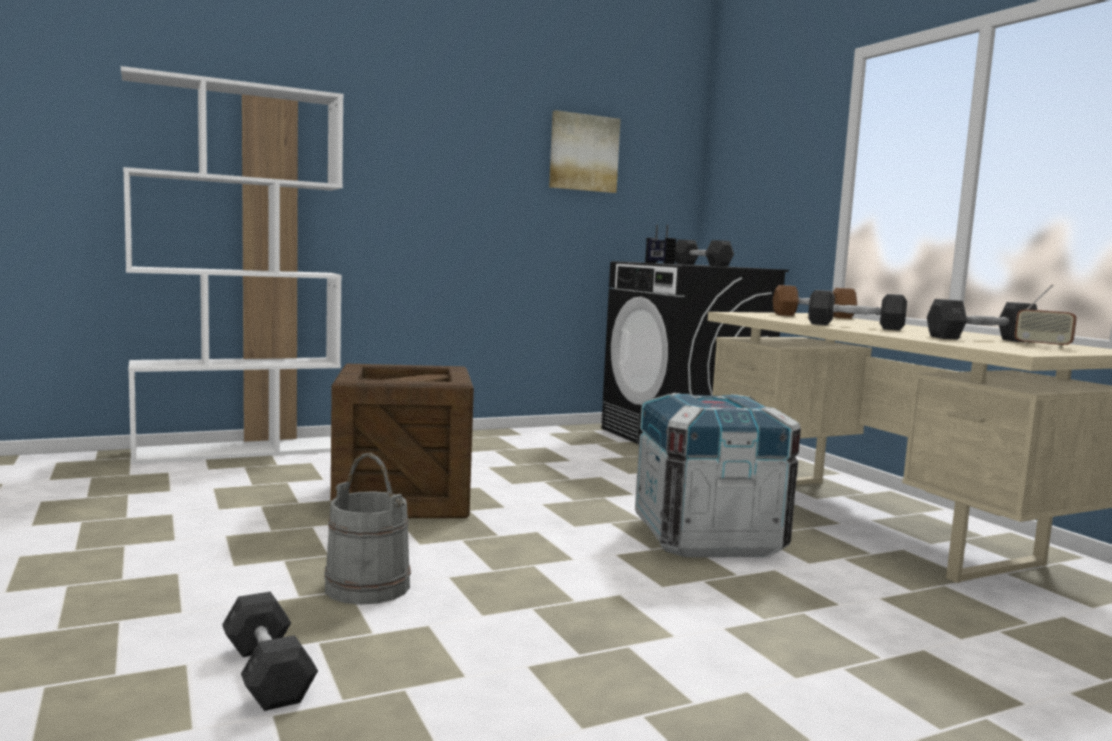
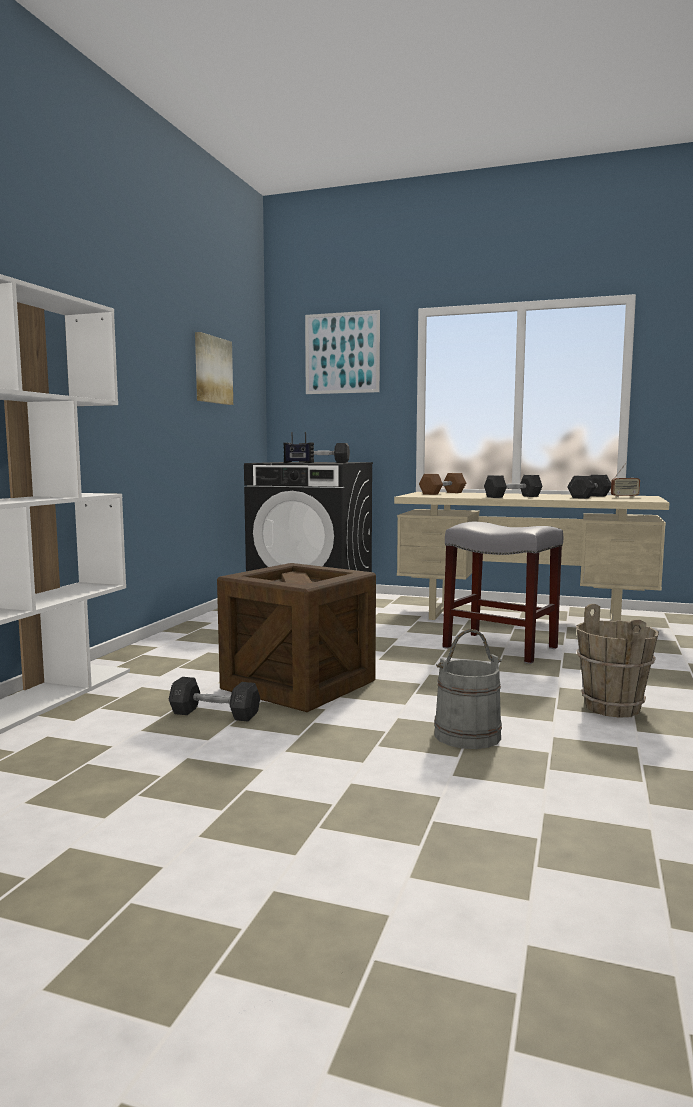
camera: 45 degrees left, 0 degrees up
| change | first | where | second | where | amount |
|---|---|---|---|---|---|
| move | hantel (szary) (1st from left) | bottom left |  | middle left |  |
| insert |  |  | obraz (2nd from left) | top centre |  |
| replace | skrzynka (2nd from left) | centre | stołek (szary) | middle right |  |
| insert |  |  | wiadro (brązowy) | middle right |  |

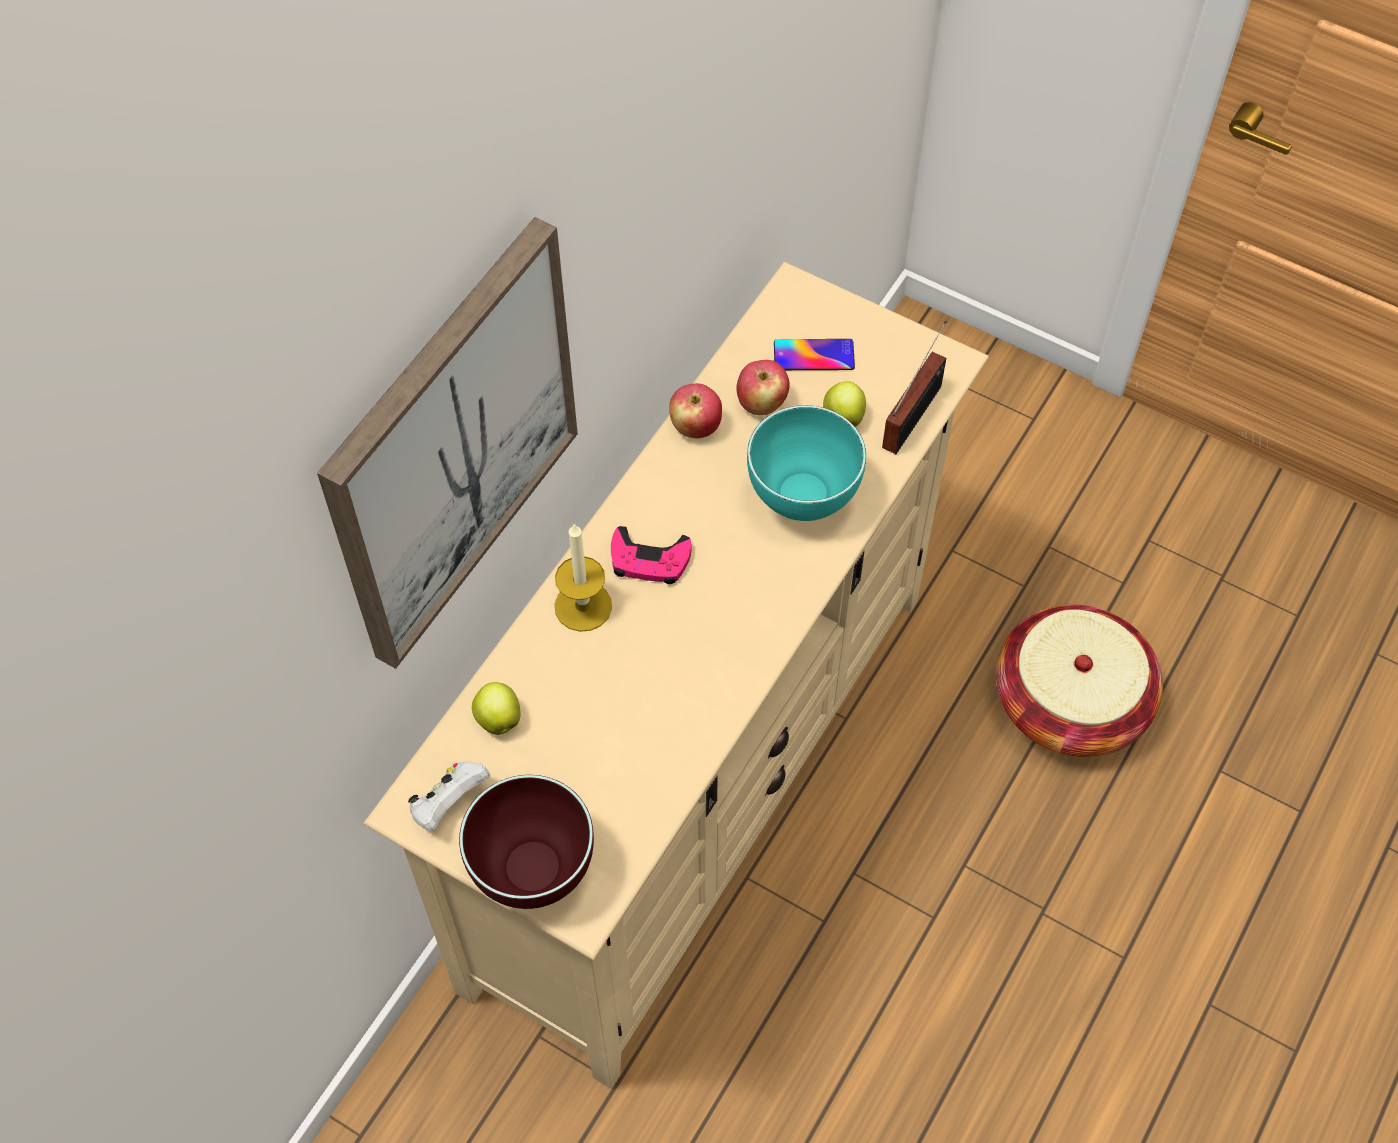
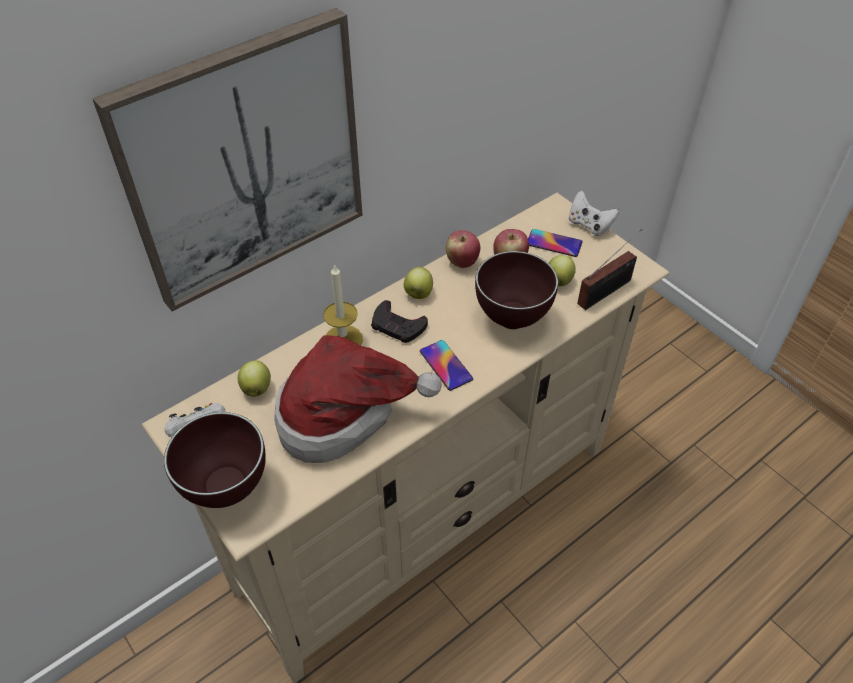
camera: 20 degrees right, 10 degrees down
| change | first | where | second | where | amount |
|---|---|---|---|---|---|
| insert |  |  | kapelusz | centre |  |
| recolor | pad do gier (różowy) | centre | pad do gier (czarny) | centre |  |
| insert |  |  | jabłko (2nd from left) | centre |  |
| insert |  |  | telefon (1st from left) | centre |  |
| recolor | miska (turkusowy) | centre | miska (brązowy) (2nd from left) | centre |  |
| insert |  |  | pad do gier (biały) (2nd from left) | top right |  |
| delete | koszyk | middle right |  |  |  |

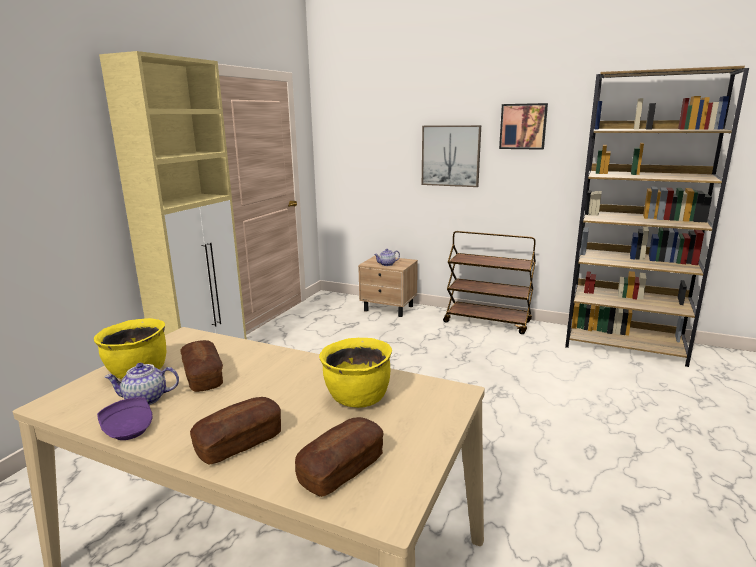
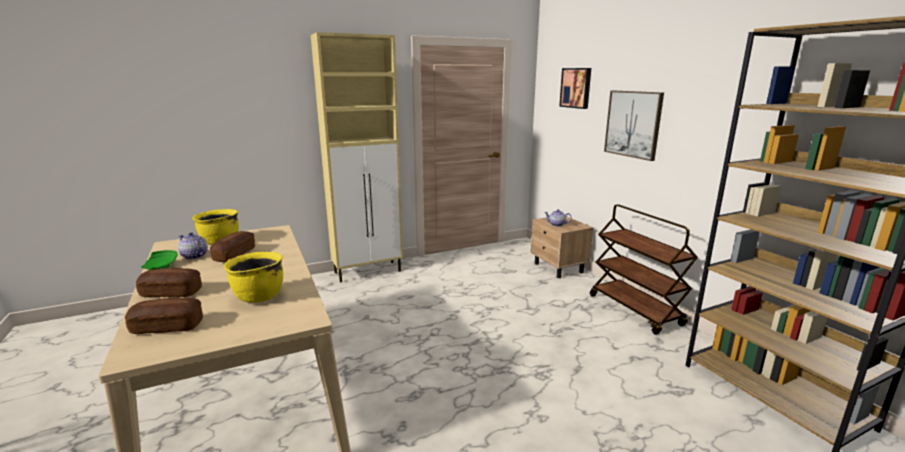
camera: 40 degrees right, 0 degrees up
| change | first | where | second | where | amount |
|---|---|---|---|---|---|
| recolor | talerz (fioletowy) | bottom left | talerz (zielony) | middle left |  |
| move | obraz (2nd from left in the first image) | top right | obraz (1st from left) | top centre |  |

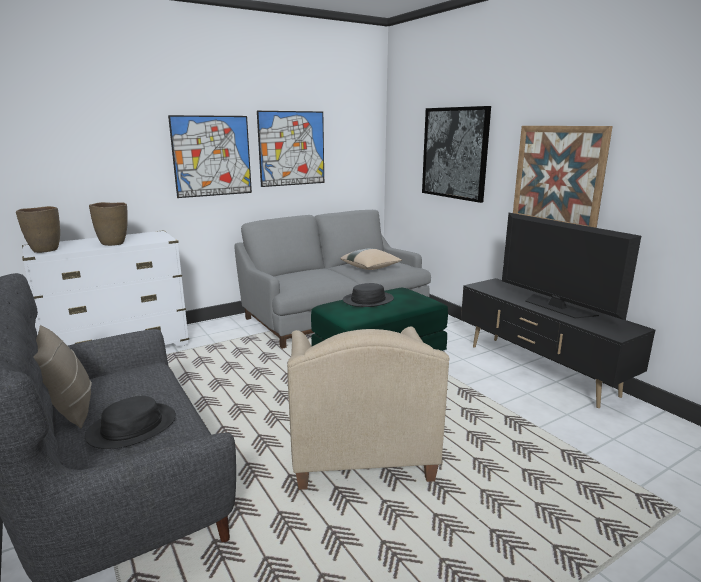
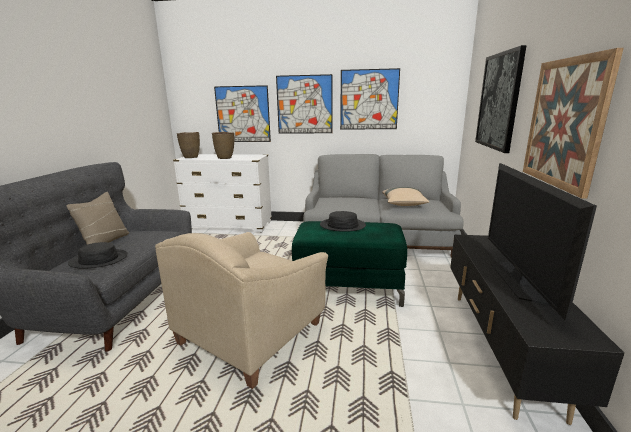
camera: 40 degrees right, 0 degrees up
| change | first | where | second | where | amount |
|---|---|---|---|---|---|
| insert |  |  | obraz (1st from left) | top centre |  |

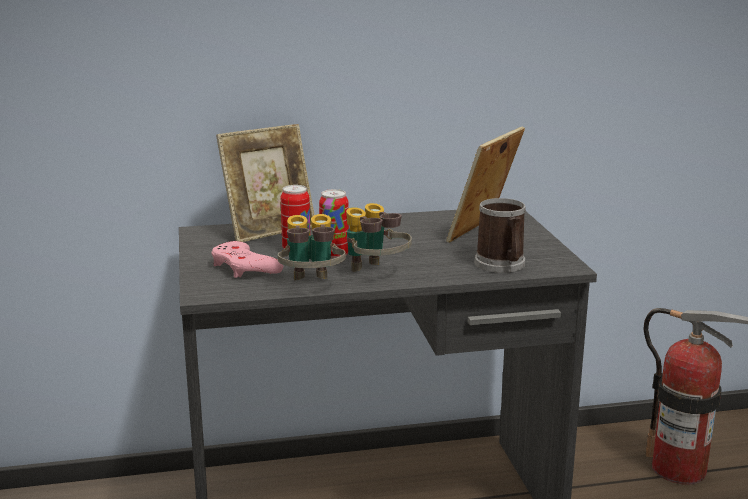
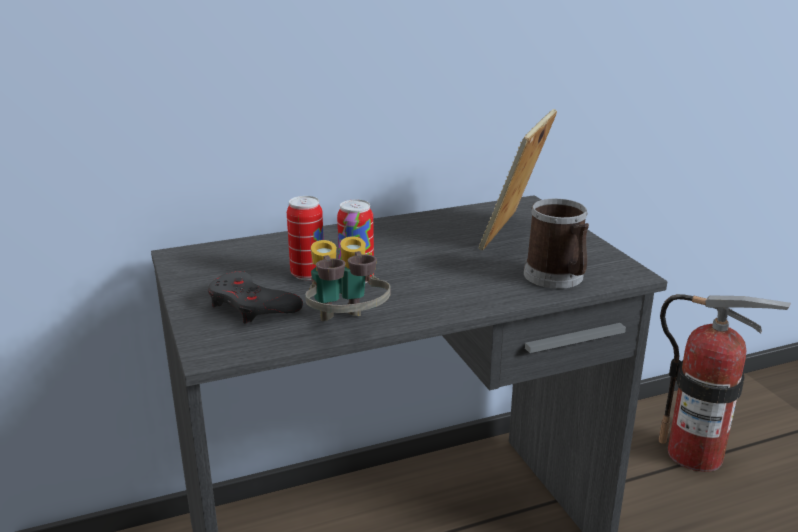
camera: 10 degrees left, 5 degrees up
| change | first | where | second | where | amount |
|---|---|---|---|---|---|
| recolor | pad do gier (różowy) | middle left | pad do gier (szary) | middle left |  |
| delete | ramka na zdjęcie (1st from left) | centre |  |  |  |
| delete | lornetka (2nd from left) | centre |  |  |  |

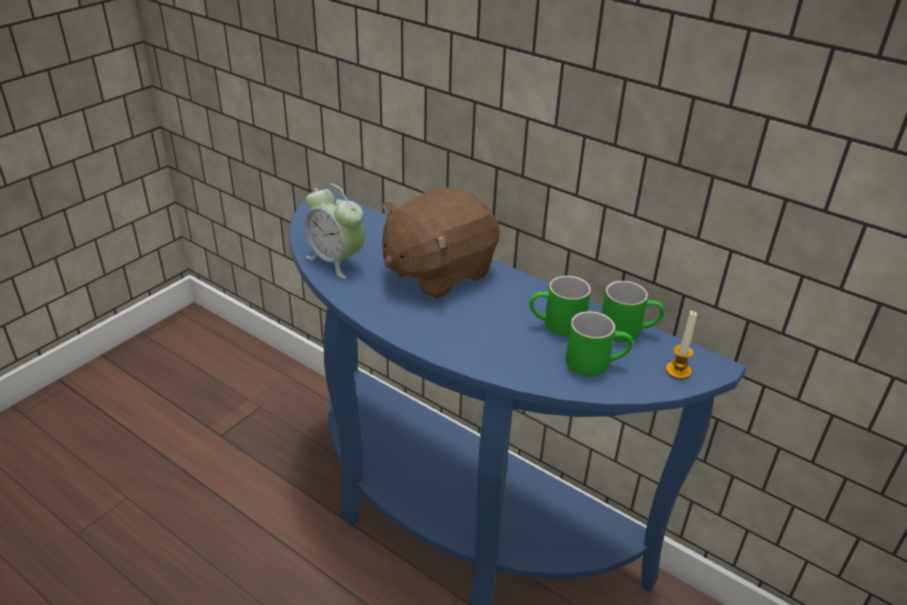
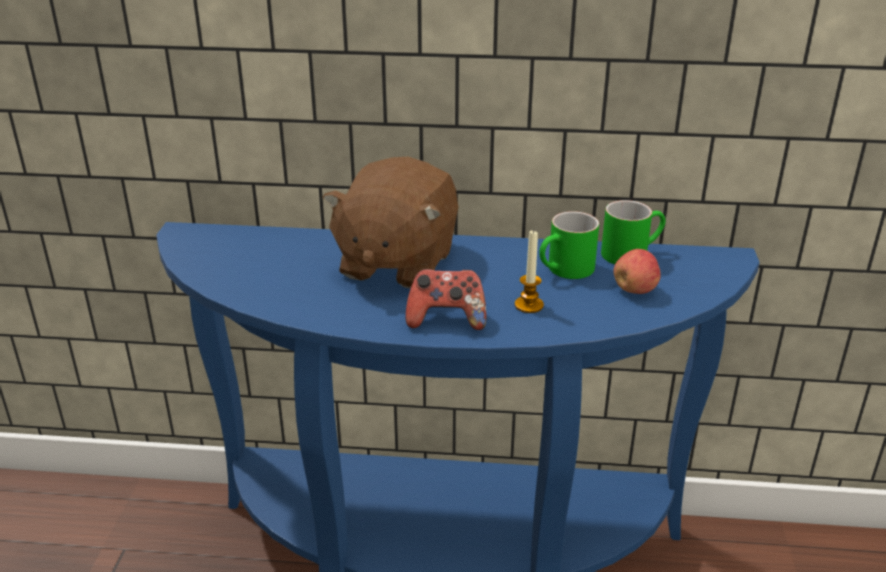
camera: 30 degrees left, 5 degrees down
| change | first | where | second | where | amount |
|---|---|---|---|---|---|
| insert |  |  | pad do gier | centre |  |
| move | świeca | middle right |  | centre |  |
| replace | kubek (zielony) (2nd from left) | centre | jabłko | middle right |  |
| delete | budzik | centre |  |  |  |

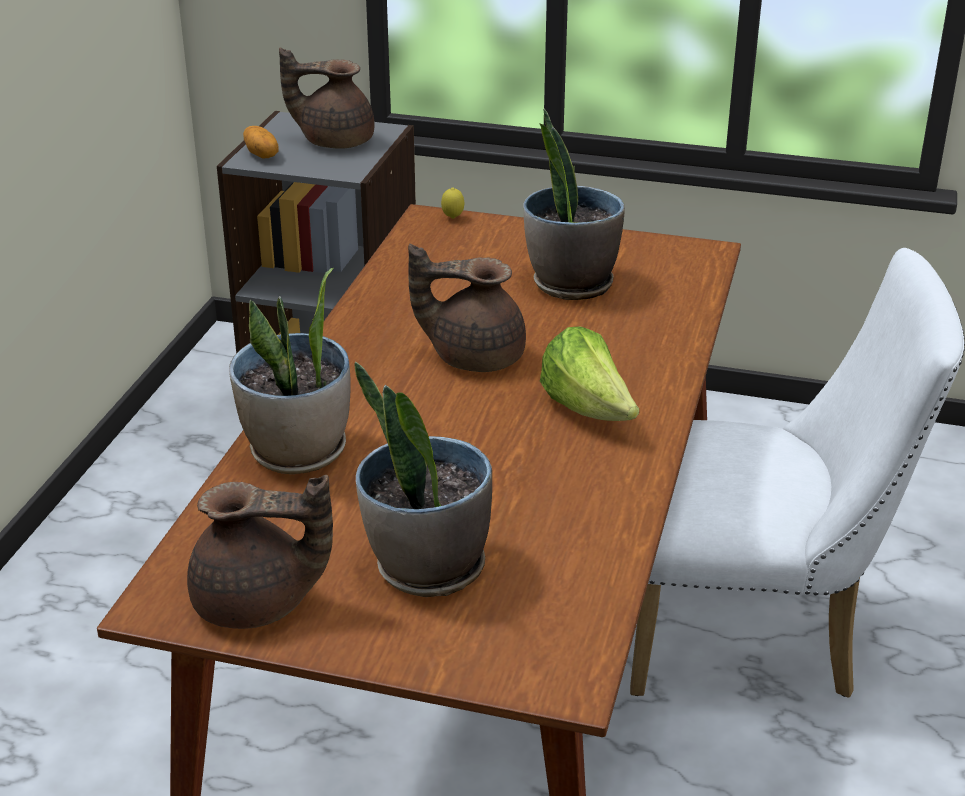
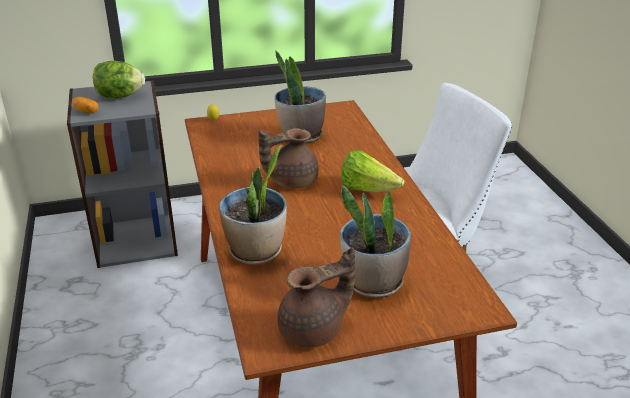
camera: 30 degrees left, 0 degrees up
| change | first | where | second | where | amount |
|---|---|---|---|---|---|
| replace | imbryk (brązowy) (2nd from left) | top centre | sałata (1st from left) | top left |  |

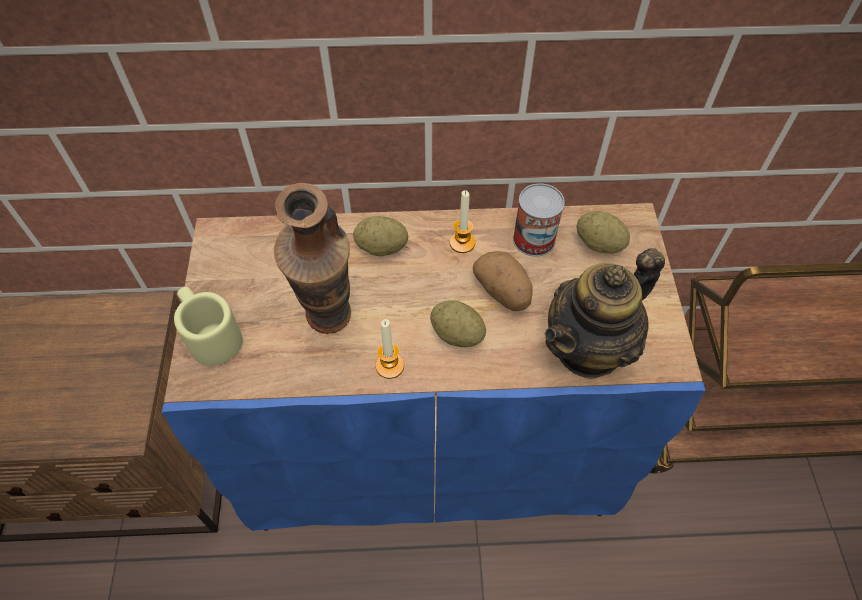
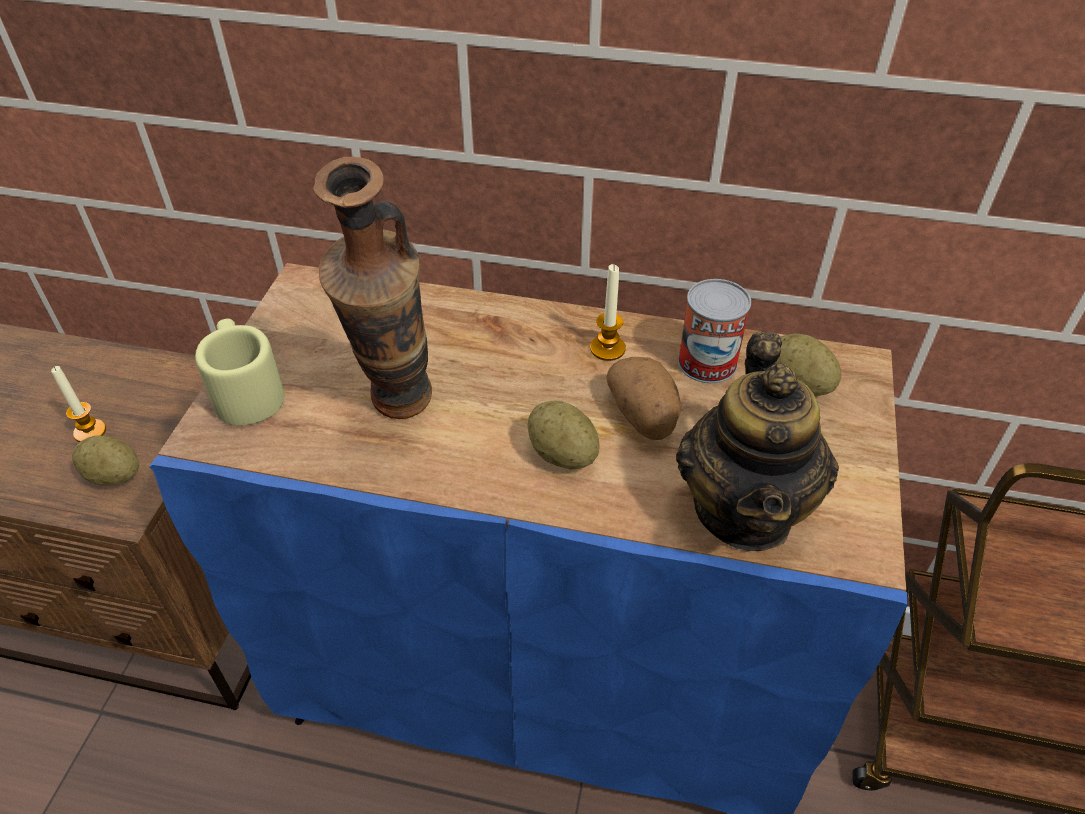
camera: 15 degrees right, 10 degrees down
| change | first | where | second | where | amount |
|---|---|---|---|---|---|
| move | świeca (1st from left) | centre |  | middle left |  |
| move | ziemniak (1st from left) | centre |  | middle left |  |
| rotate | imbryk | middle right |  | middle right | 60 degrees counterclockwise |

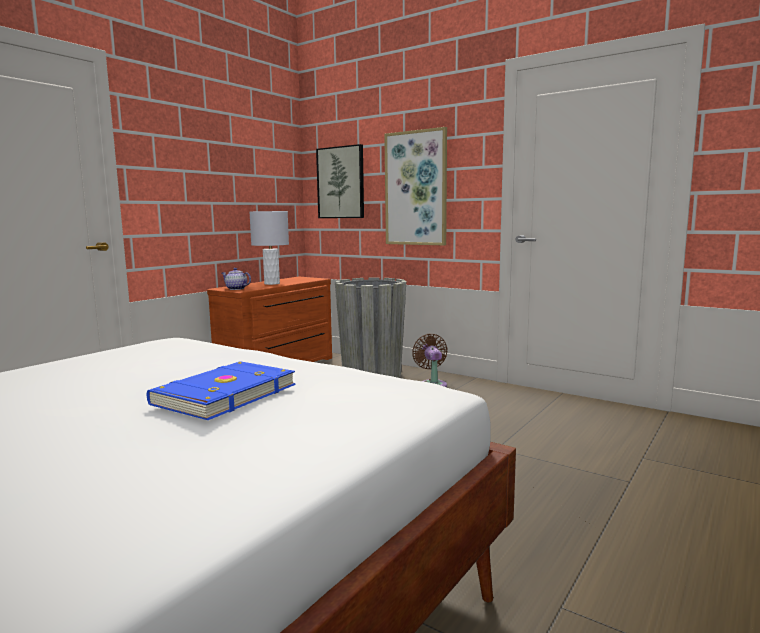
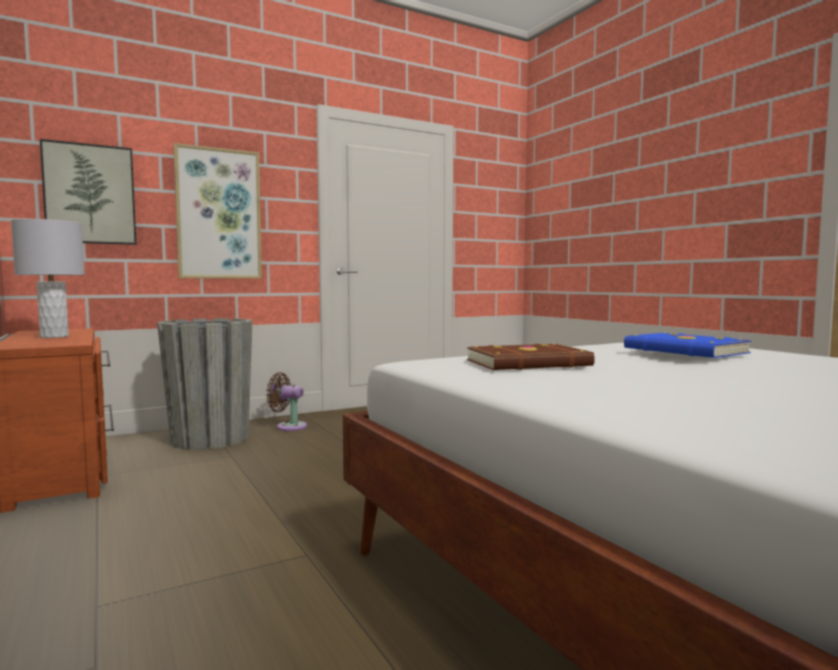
camera: 65 degrees left, 5 degrees down
| change | first | where | second | where | amount |
|---|---|---|---|---|---|
| insert |  |  | książka (brązowy) | centre |  |
| delete | imbryk | middle left |  |  |  |

